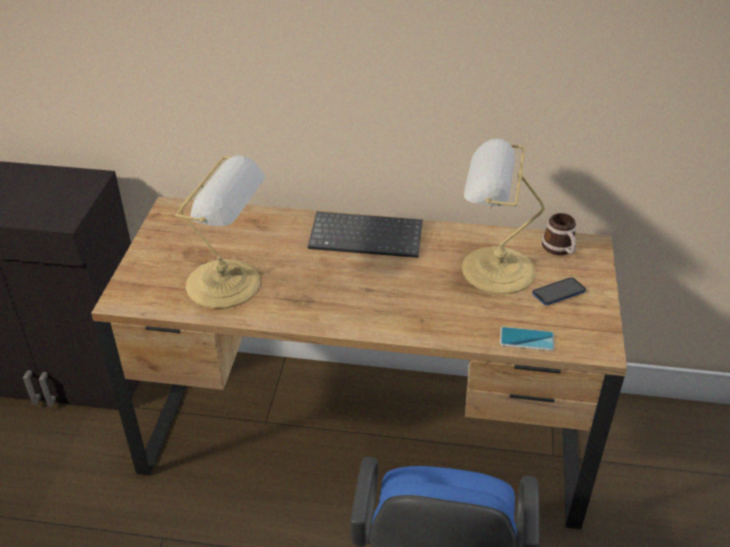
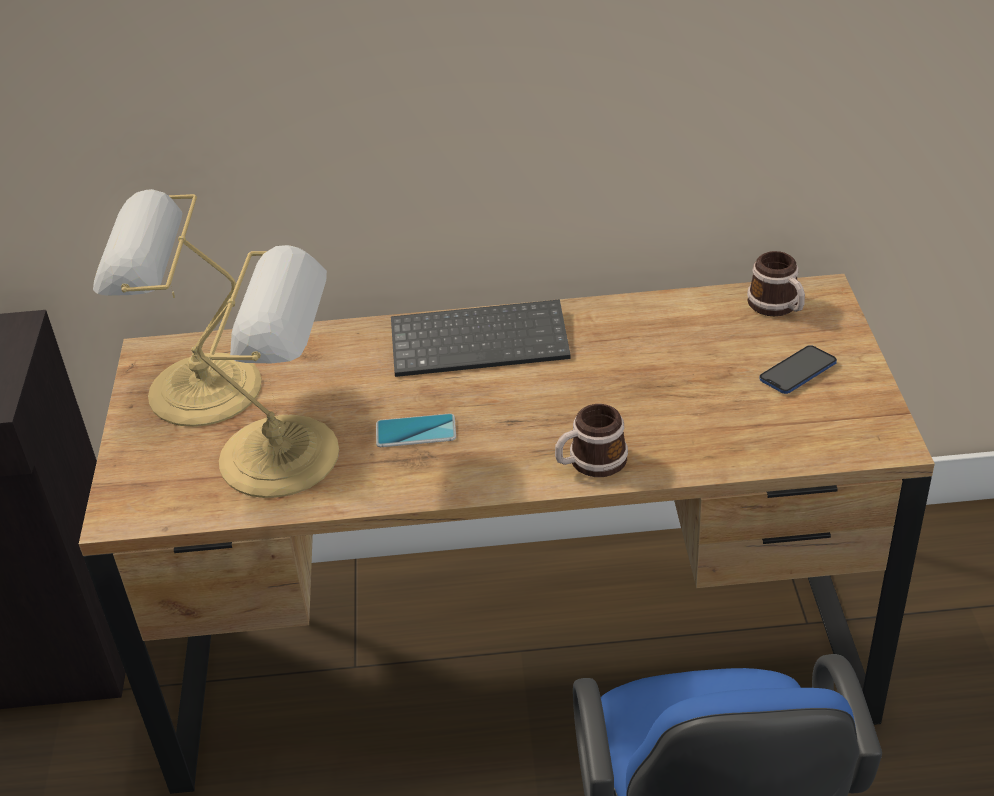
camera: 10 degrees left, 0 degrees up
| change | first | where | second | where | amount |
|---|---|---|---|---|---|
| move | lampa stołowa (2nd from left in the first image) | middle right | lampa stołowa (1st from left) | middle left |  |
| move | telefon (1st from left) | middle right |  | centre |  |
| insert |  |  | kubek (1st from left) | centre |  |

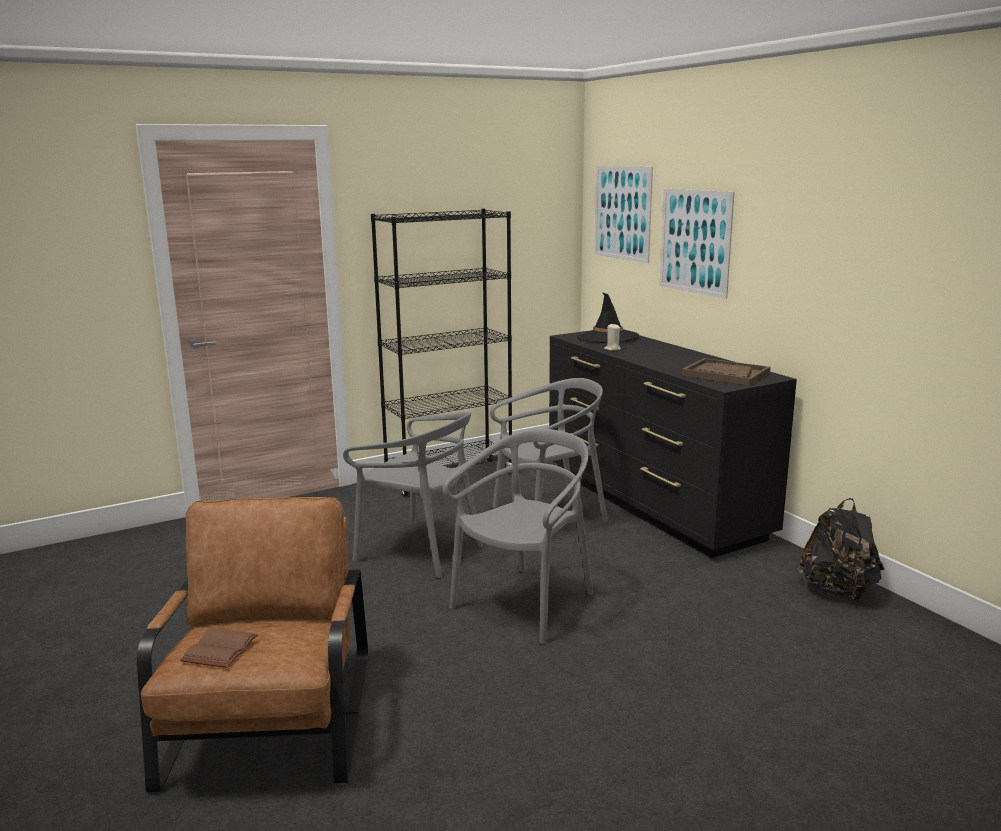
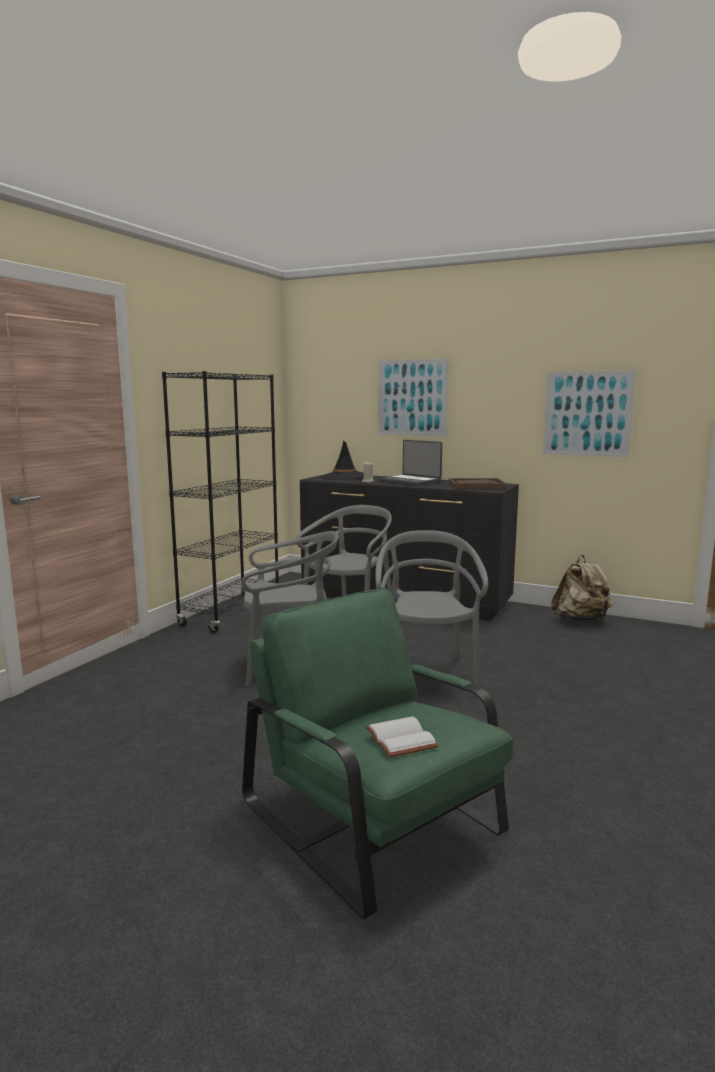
camera: 35 degrees left, 5 degrees down
| change | first | where | second | where | amount |
|---|---|---|---|---|---|
| recolor | fotel (brązowy) | bottom left | fotel (zielony) | bottom centre |  |
| recolor | książka (brązowy) | bottom left | książka (biały) | bottom centre |  |
| insert |  |  | laptop | centre |  |
| move | obraz (1st from left in the first image) | top centre | obraz (2nd from left) | middle right |  |
| recolor | plecak (czarny) | middle right | plecak (beżowy) | middle right |  |

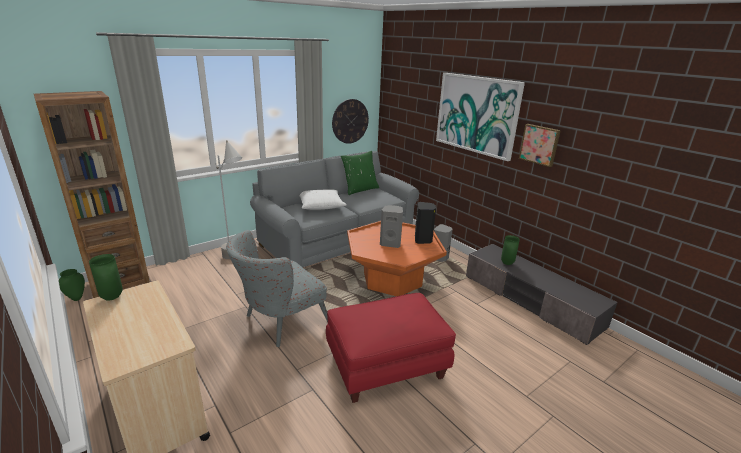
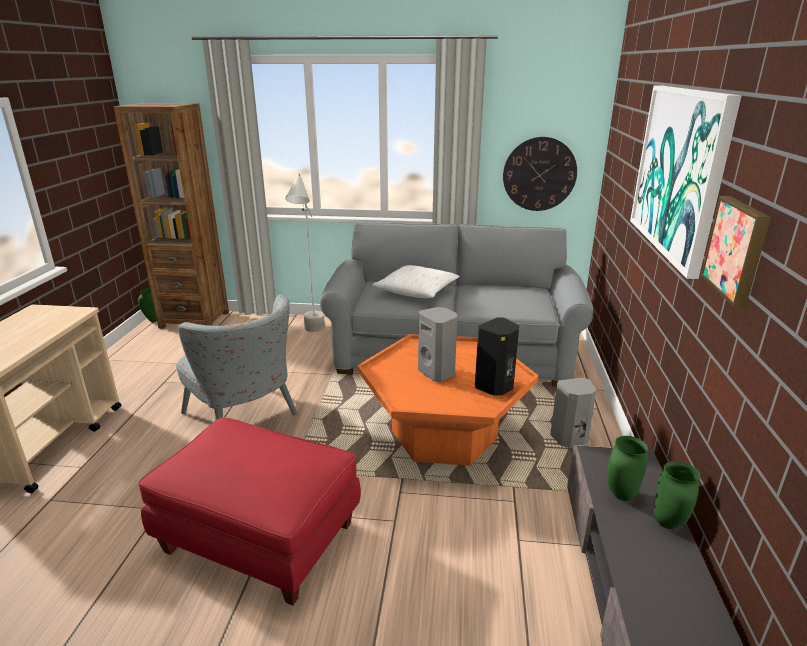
camera: 45 degrees right, 0 degrees up
| change | first | where | second | where | amount |
|---|---|---|---|---|---|
| rotate | fotel (szary) | centre |  | middle left | 135 degrees counterclockwise |
| move | wazon (zielony) (2nd from left in the first image) | middle left | wazon (zielony) (3rd from left) | bottom right |  |
| delete | poduszka (zielony) | centre |  |  |  |

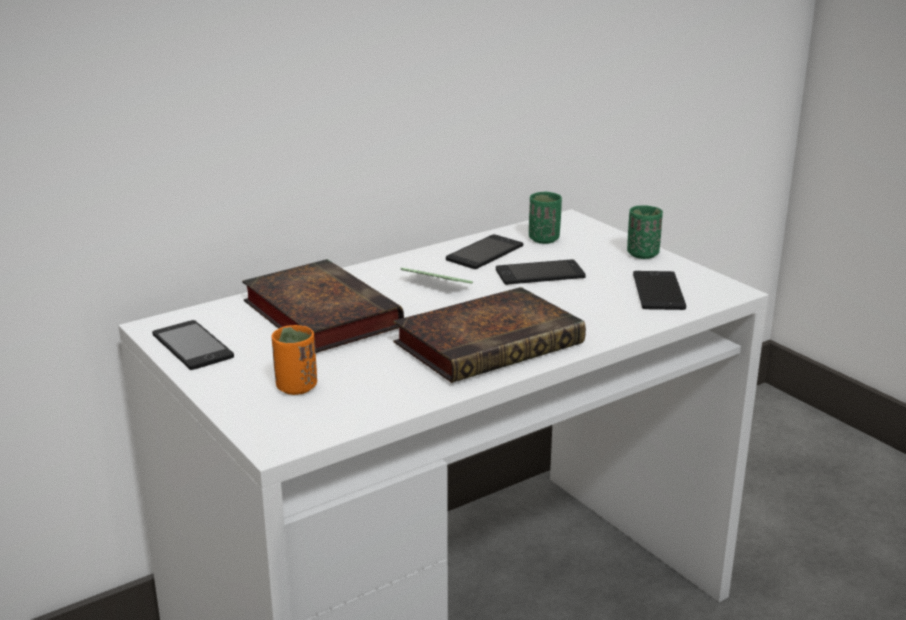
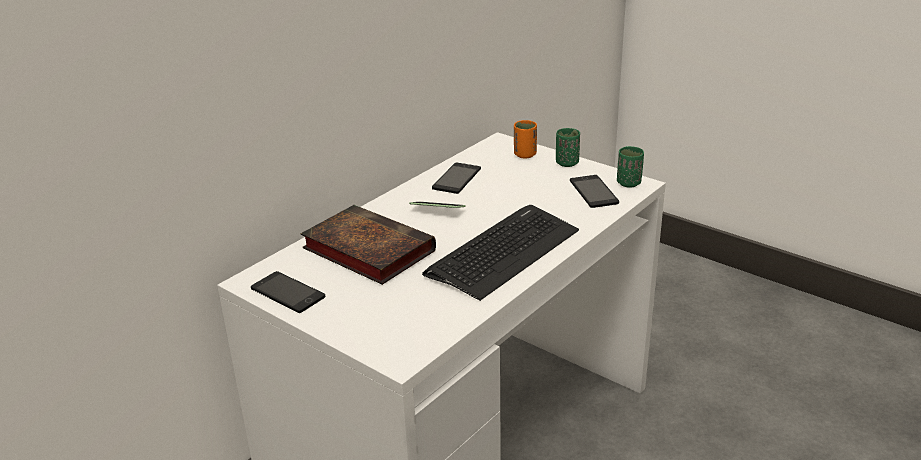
camera: 15 degrees left, 5 degrees up
| change | first | where | second | where | amount |
|---|---|---|---|---|---|
| replace | książka (2nd from left) | centre | klawiatura | centre |  |
| move | filiżanka (pomarańczowy) | middle left |  | top centre |  |
| move | filiżanka (zielony) (1st from left in the first image) | centre | filiżanka (zielony) (2nd from left) | middle right |  |
| delete | telefon (4th from left) | centre |  |  |  |

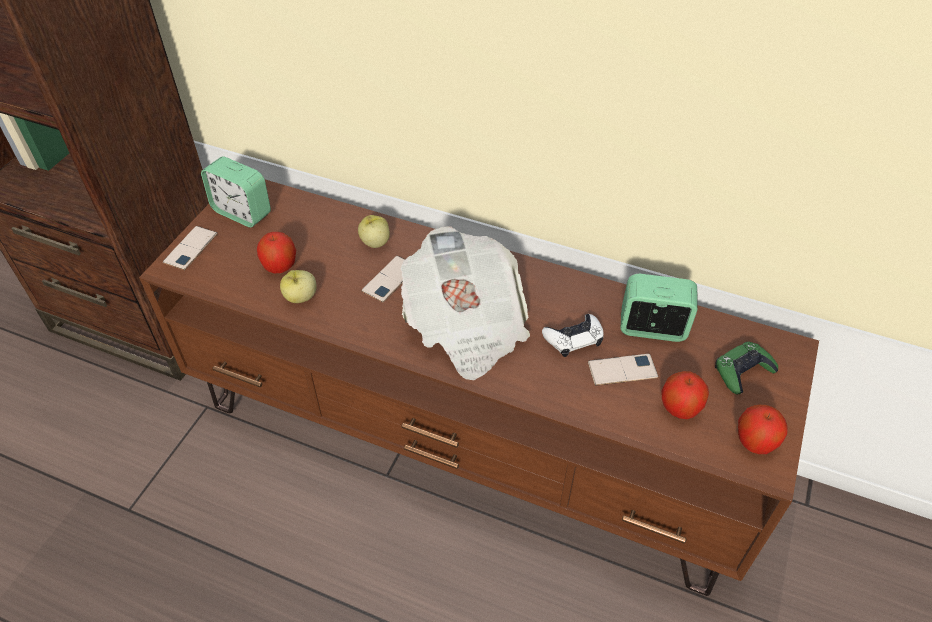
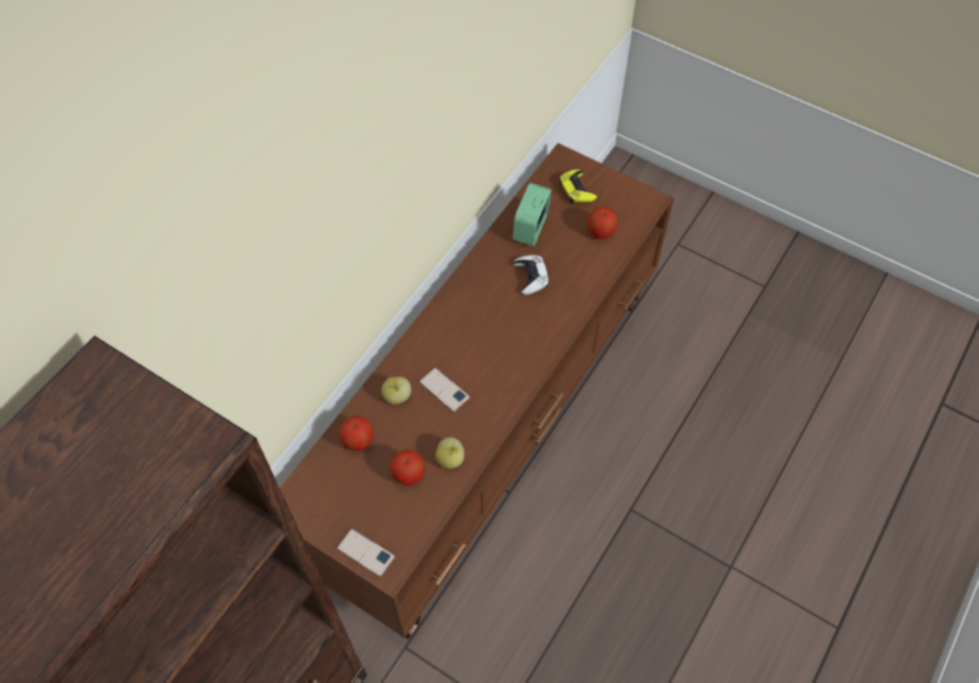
camera: 80 degrees left, 10 degrees up
| change | first | where | second | where | amount |
|---|---|---|---|---|---|
| move | jabłko (5th from left in the first image) | bottom right | jabłko (1st from left) | centre |  |
| recolor | pad do gier (zielony) | middle right | pad do gier (żółty) | top centre |  |
| delete | budzik (1st from left) | top left |  |  |  |
| delete | gazeta | centre |  |  |  |
| delete | telefon (3rd from left) | middle right |  |  |  |

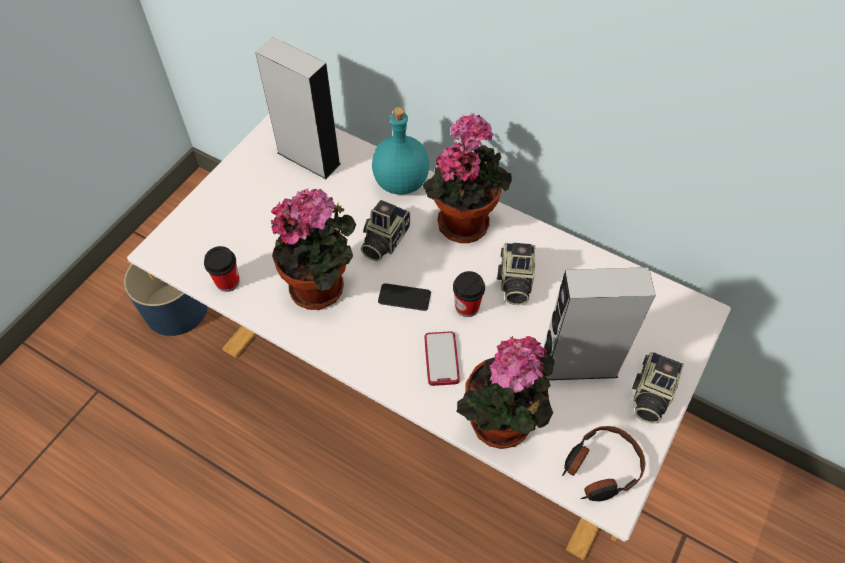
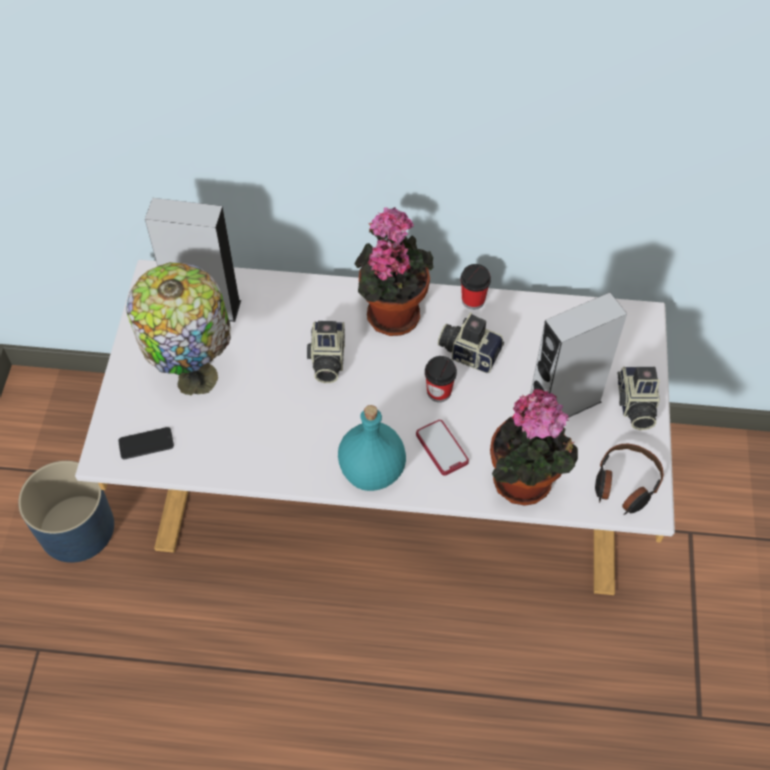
camera: 25 degrees left, 0 degrees up
| change | first | where | second | where | amount |
|---|---|---|---|---|---|
| move | telefon (1st from left) | centre |  | middle left |  |
| insert |  |  | lampa stołowa | middle left |  |
| move | butelka (turkusowy) | top centre |  | centre |  |
| rotate | aparat fotograficzny (2nd from left) | centre |  | centre | 135 degrees clockwise |
| move | filiżanka (1st from left in the first image) | middle left | filiżanka (2nd from left) | centre |  |
| delete | roślina doniczkowa (1st from left) | centre |  |  |  |

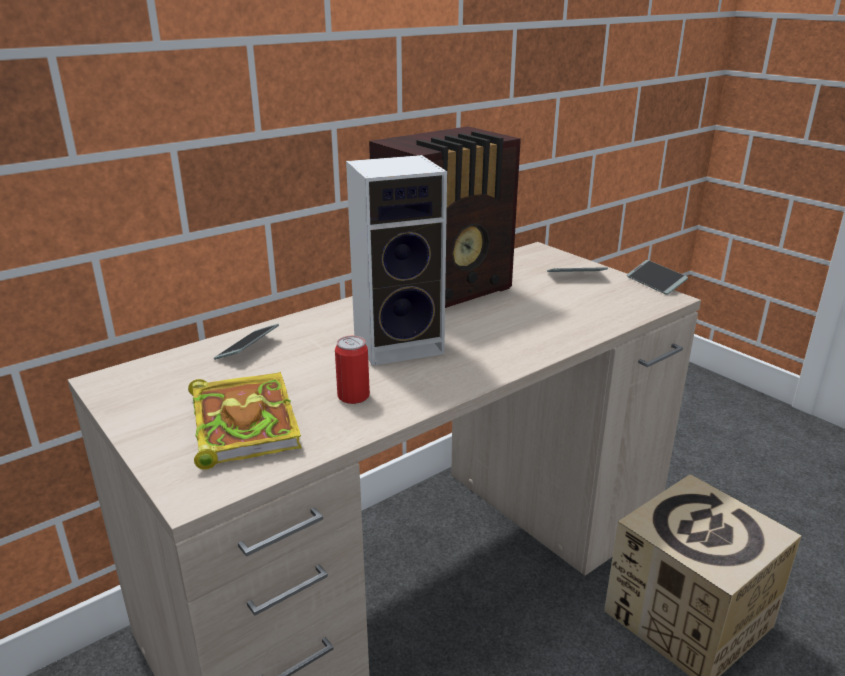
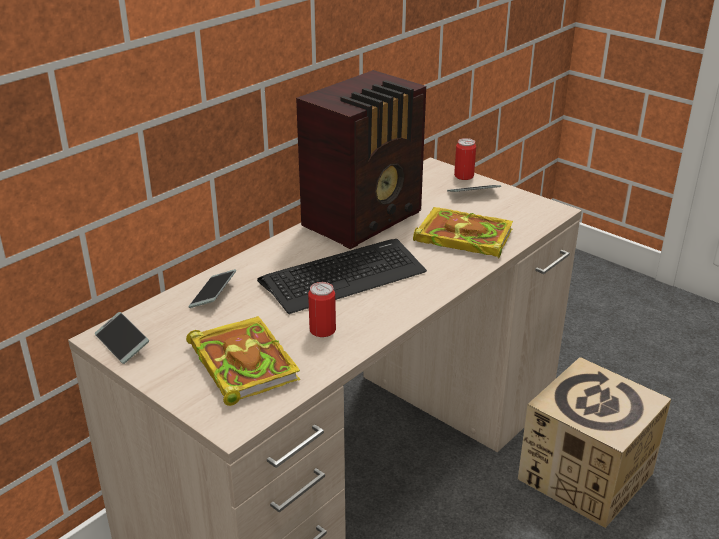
camera: 10 degrees left, 5 degrees up
| change | first | where | second | where | amount |
|---|---|---|---|---|---|
| move | telefon (3rd from left in the first image) | middle right | telefon (1st from left) | middle left |  |
| replace | głośnik | centre | klawiatura | centre |  |
| insert |  |  | książka (2nd from left) | centre |  |
| insert |  |  | puszka (2nd from left) | top centre |  |

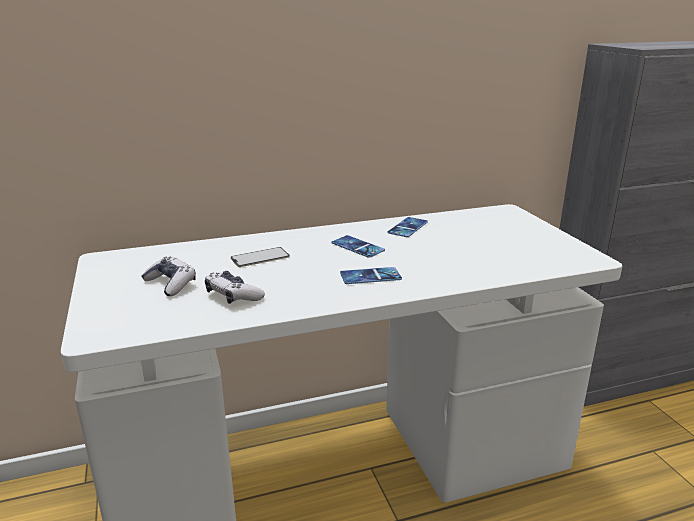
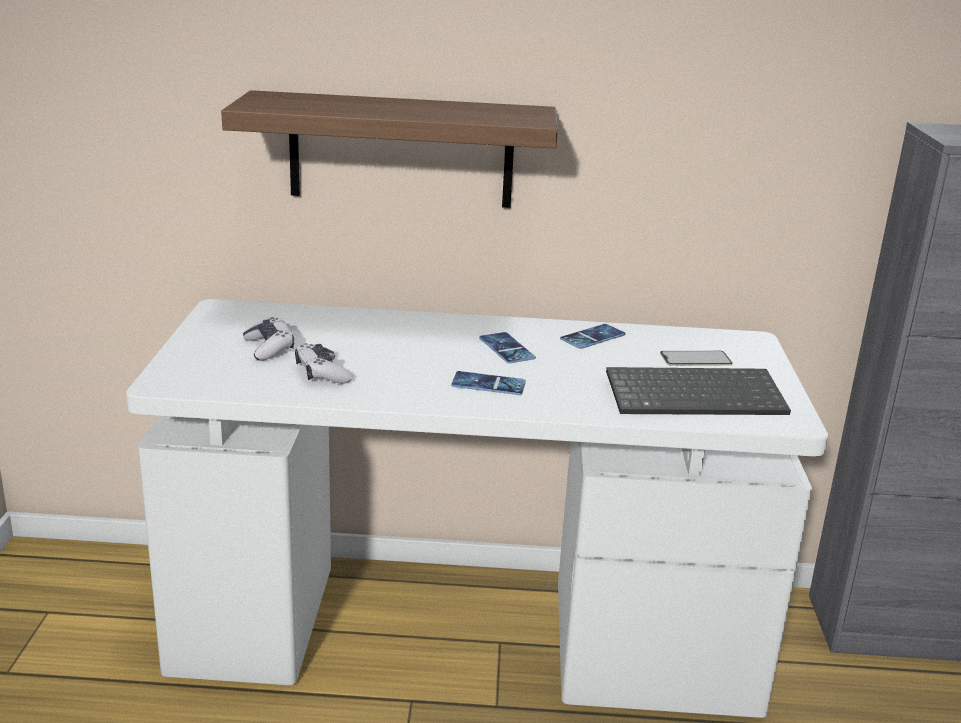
camera: 20 degrees right, 0 degrees up
| change | first | where | second | where | amount |
|---|---|---|---|---|---|
| insert |  |  | półka | top centre |  |
| insert |  |  | klawiatura | middle right |  |
| move | telefon (1st from left in the first image) | centre | telefon (4th from left) | middle right |  |

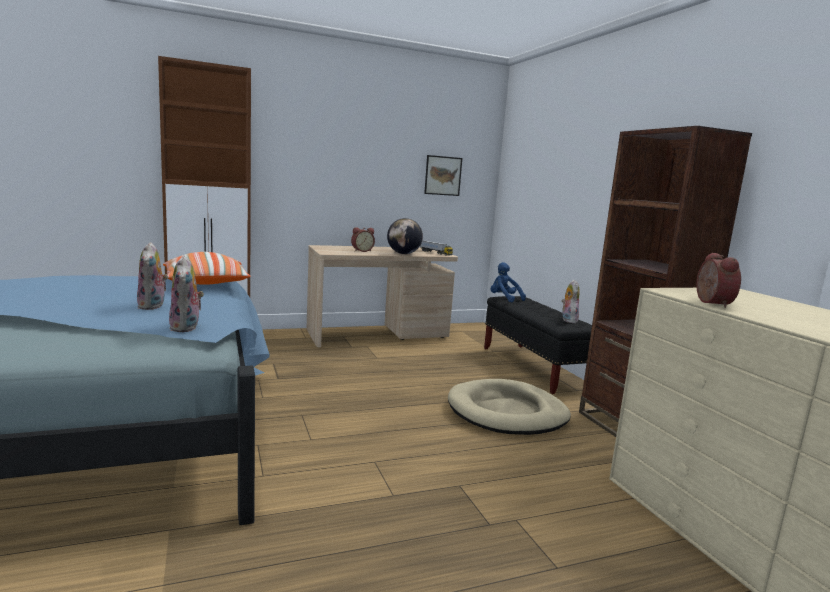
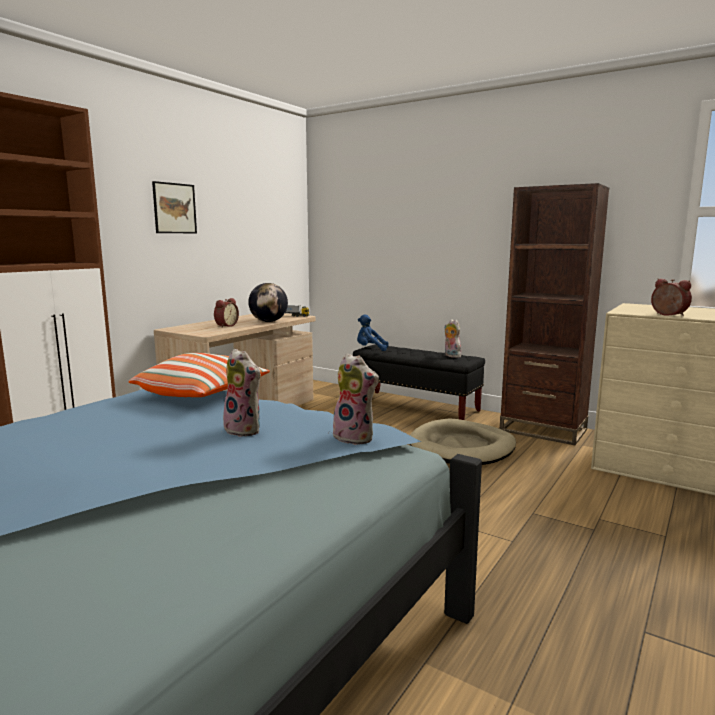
camera: 35 degrees left, 0 degrees up
| change | first | where | second | where | amount |
|---|---|---|---|---|---|
| move | obraz | top centre |  | top left |  |

